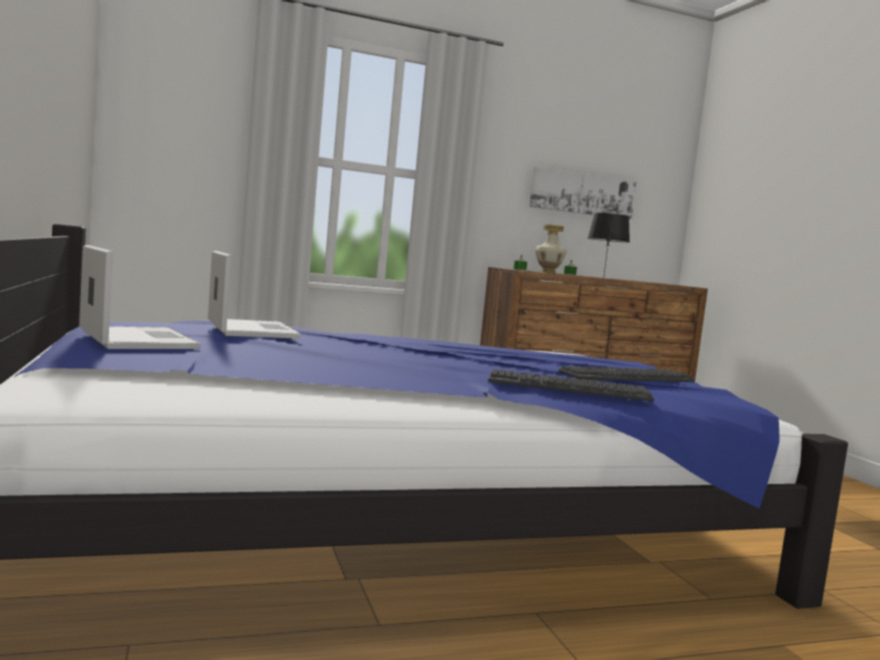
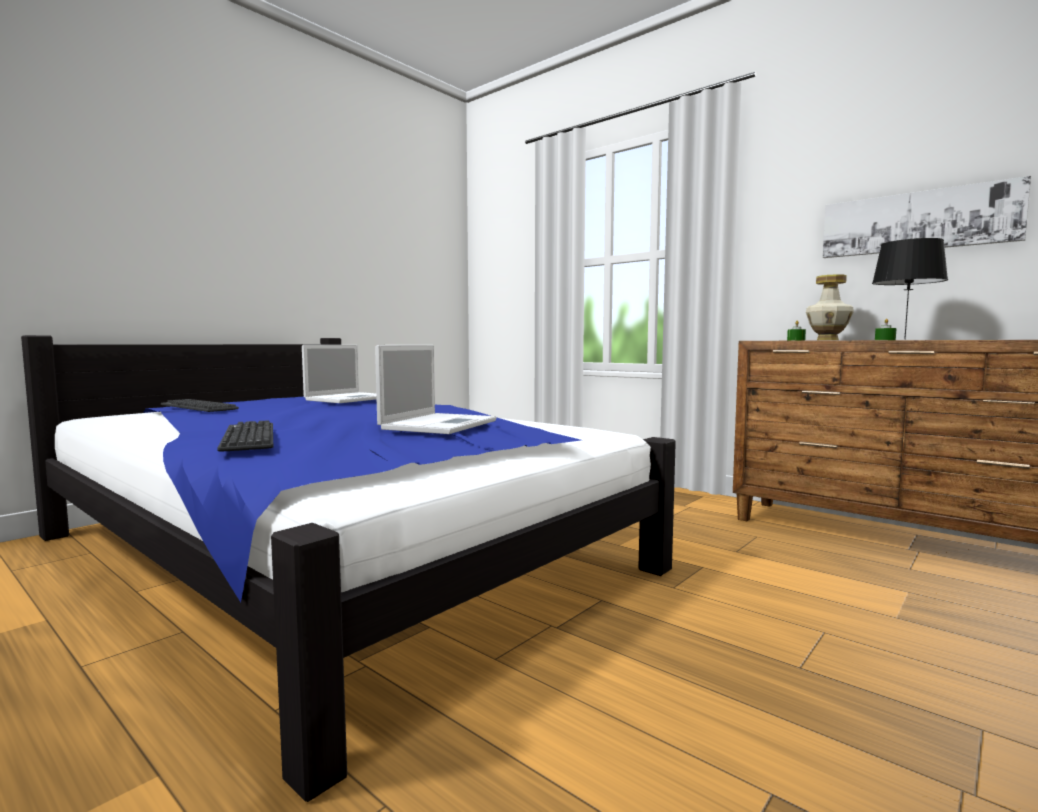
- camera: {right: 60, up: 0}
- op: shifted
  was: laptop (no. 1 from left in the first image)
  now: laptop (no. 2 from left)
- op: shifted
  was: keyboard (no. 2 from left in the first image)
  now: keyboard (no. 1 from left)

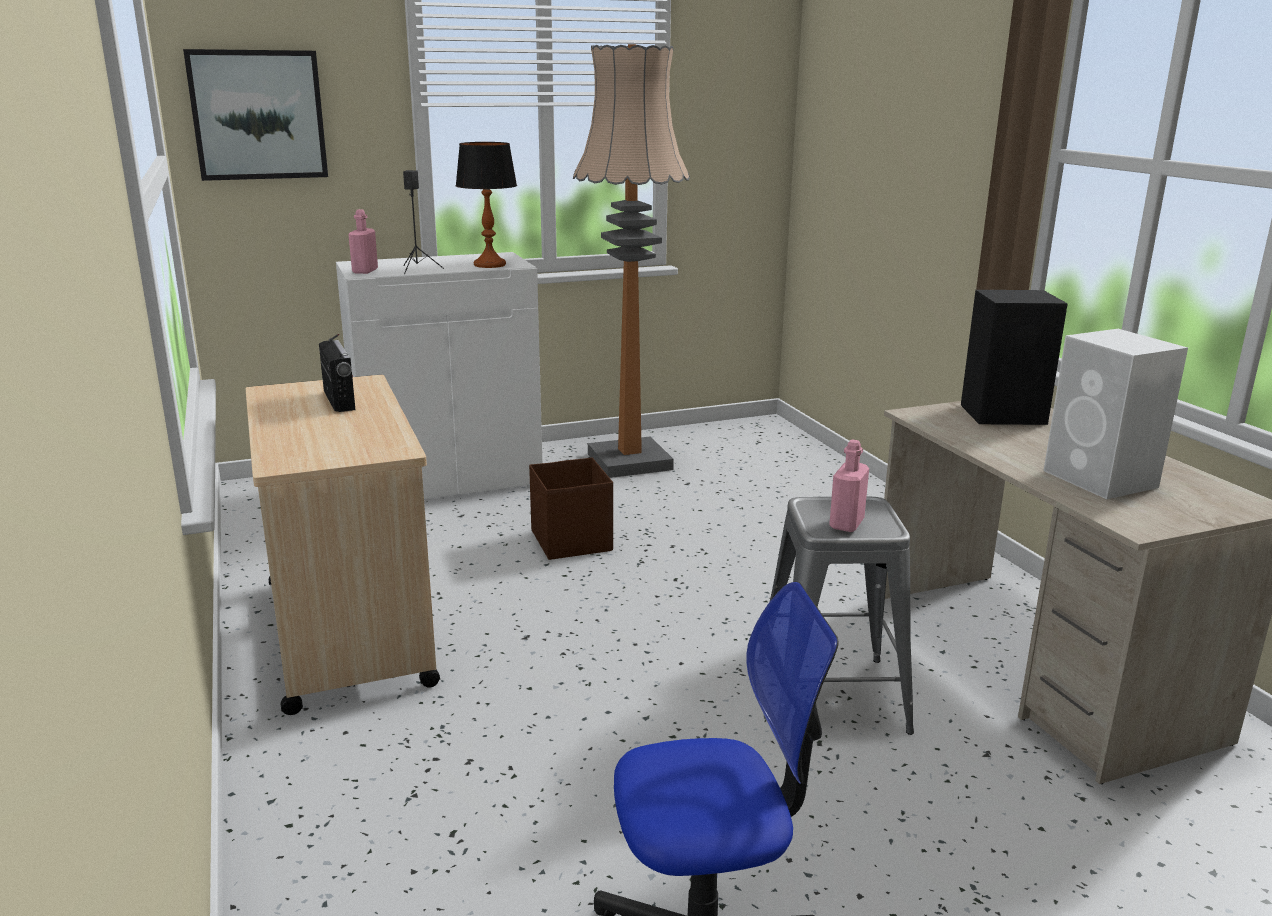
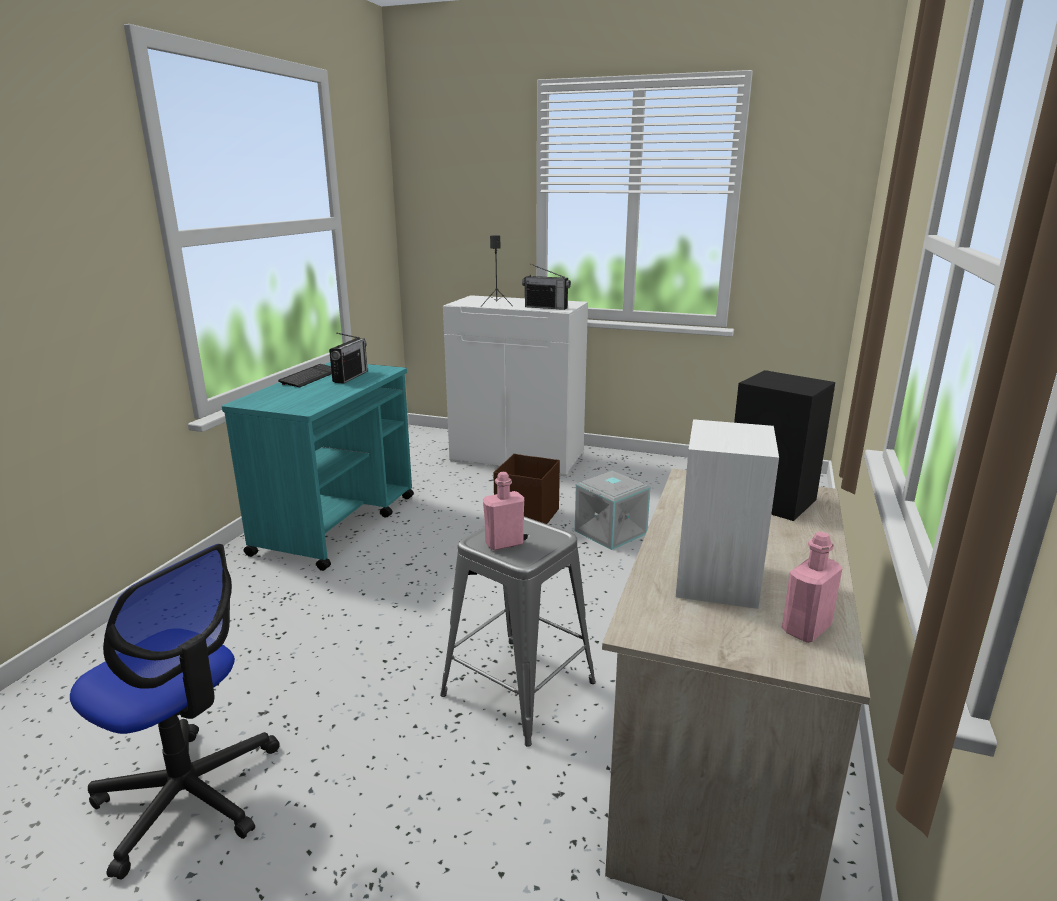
- camera: {right: 40, up: 0}
- op: gone
  was: picture
- op: repainted
  was: beige cart
  now: turquoise cart
- op: shifted
  was: pink bottle (no. 1 from left in the first image)
  now: pink bottle (no. 2 from left)
- op: swapped
  was: table lamp
  now: radio (no. 2 from left)
- op: gone
  was: floor lamp
- op: new
  now: keyboard
- op: new
  now: grey storage box

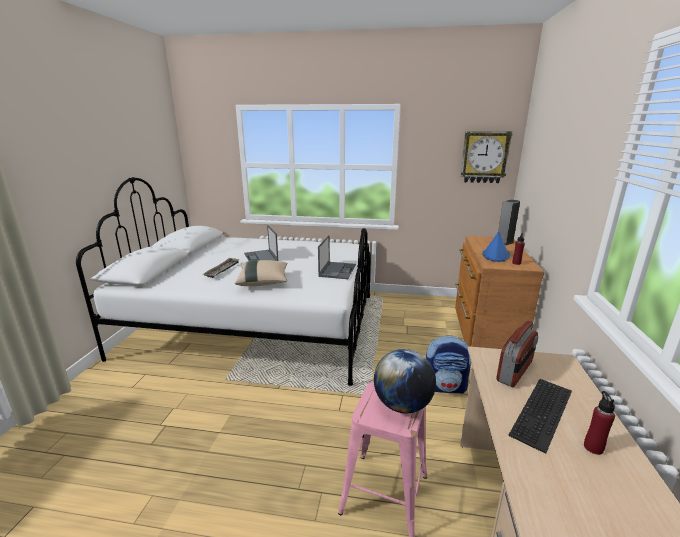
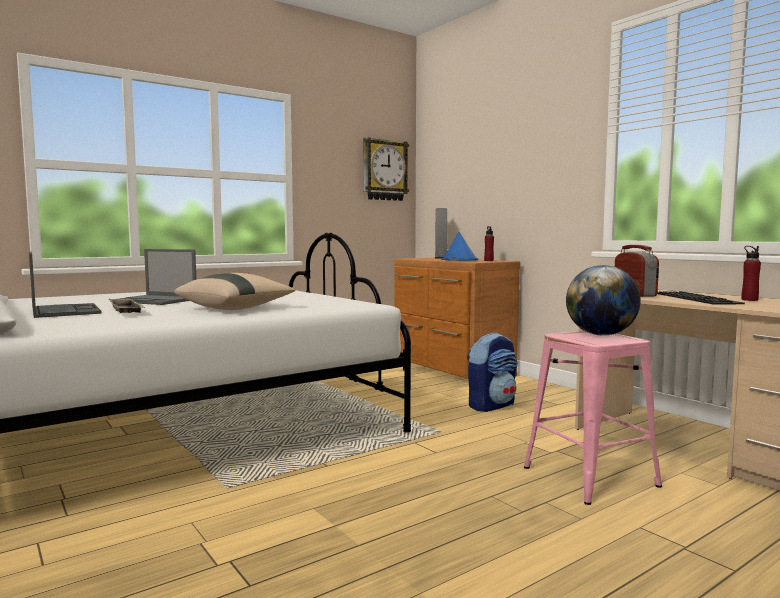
- camera: {right: -45, up: -15}
- op: shifted
  was: laptop (no. 2 from left in the first image)
  now: laptop (no. 1 from left)

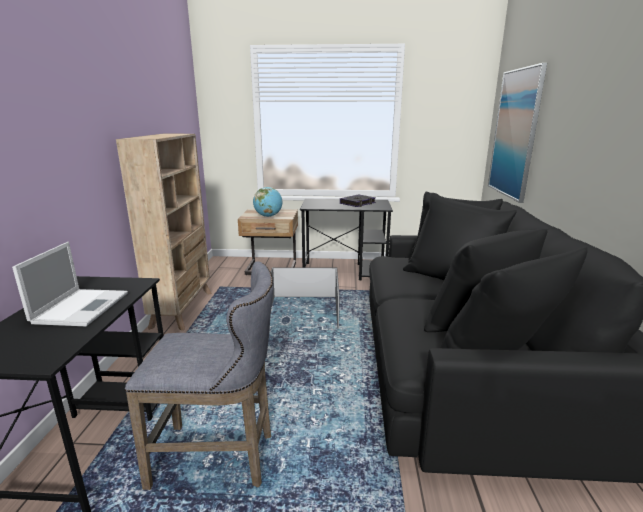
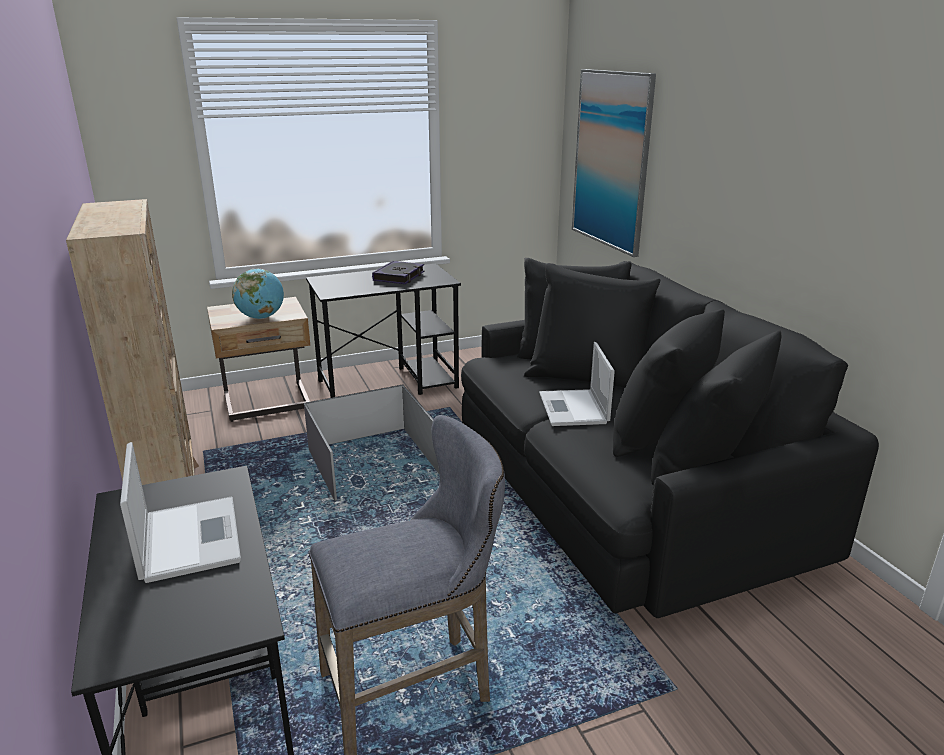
- camera: {right: -25, up: 5}
- op: new
  now: laptop (no. 2 from left)

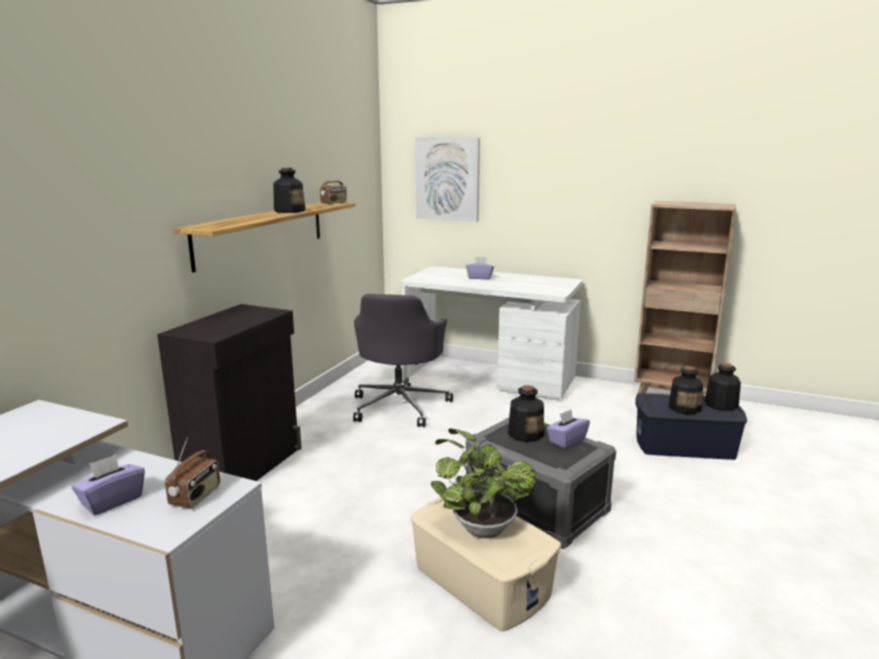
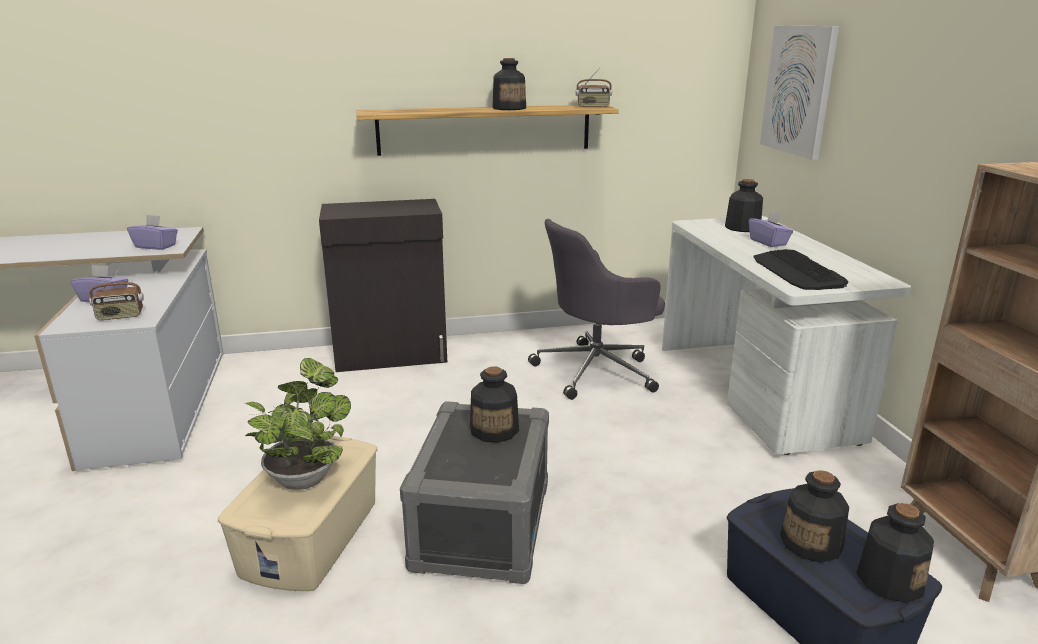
- camera: {right: 55, up: 5}
- op: shifted
  was: purple tissue box (no. 3 from left in the first image)
  now: purple tissue box (no. 2 from left)
- op: new
  now: bottle (no. 3 from left)
- op: new
  now: keyboard

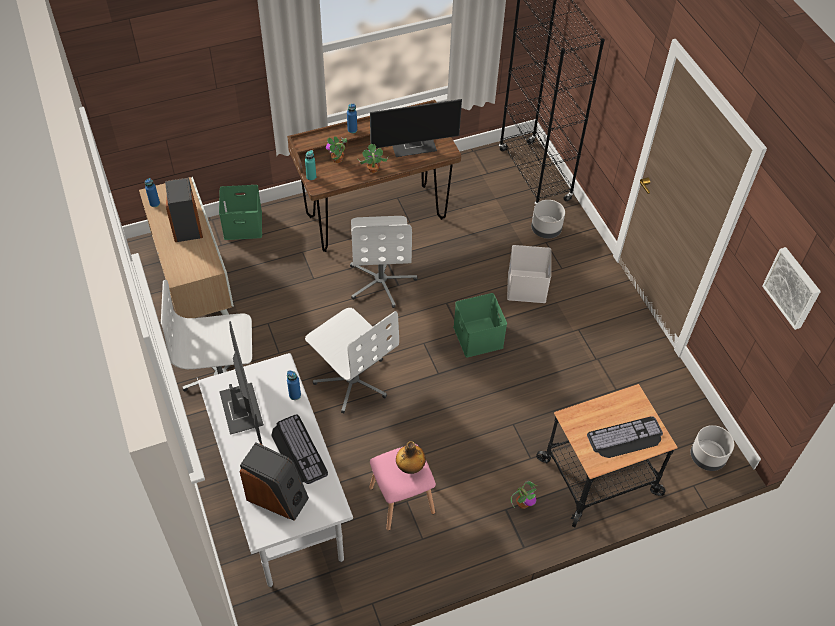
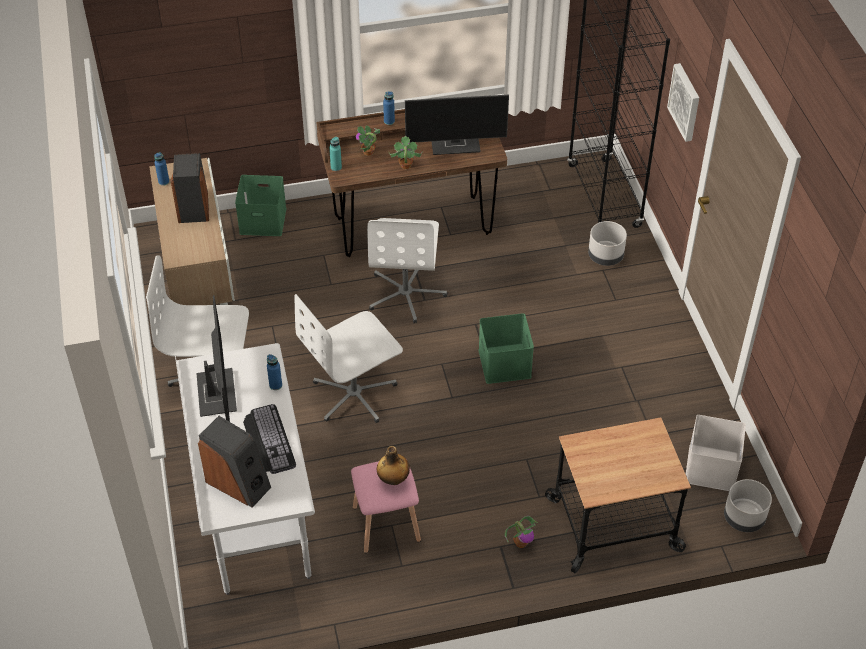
- camera: {right: 10, up: -5}
- op: rotated
  was: white office chair (no. 2 from left)
  clockwise: 90
- op: shifted
  was: white storage box
- op: gone
  was: keyboard (no. 2 from left)
- op: shifted
  was: picture

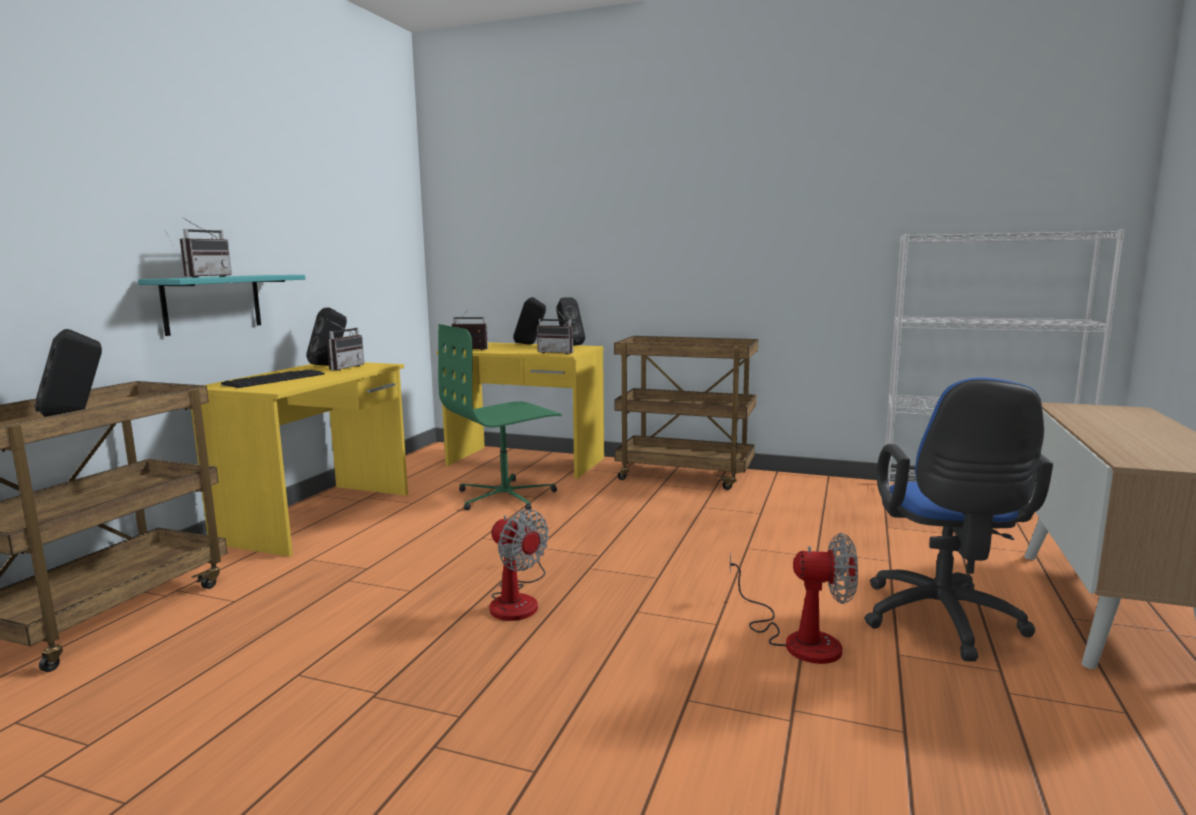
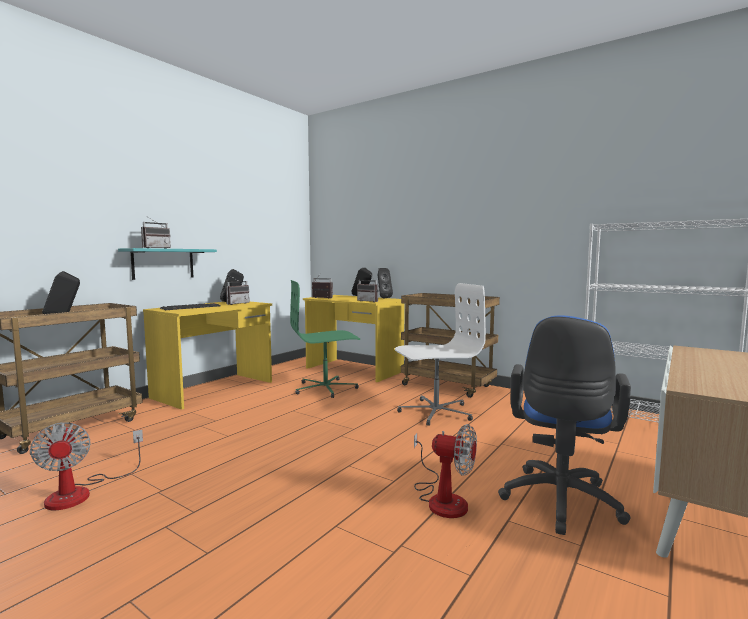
- camera: {right: 15, up: -5}
- op: shifted
  was: fan (no. 1 from left)
- op: new
  now: white office chair

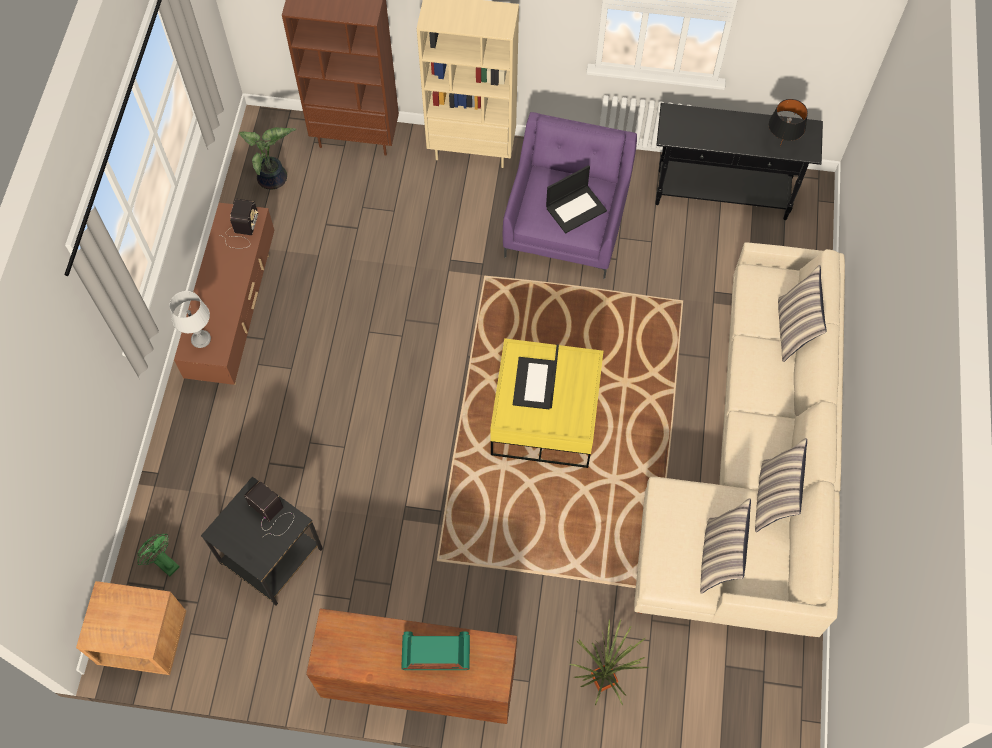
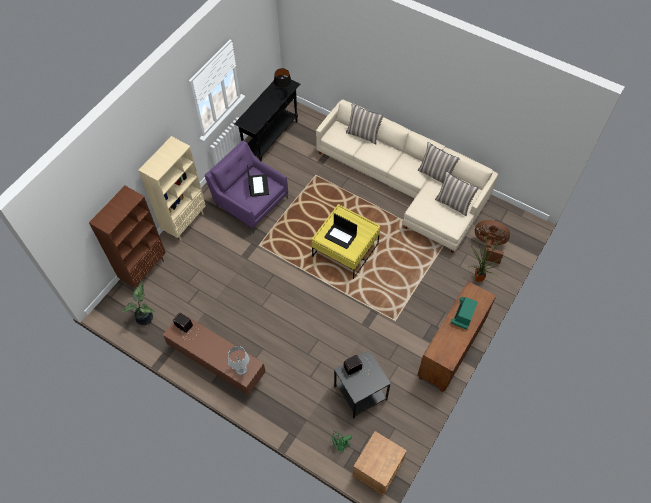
- camera: {right: -65, up: -5}
- op: new
  now: brown fan

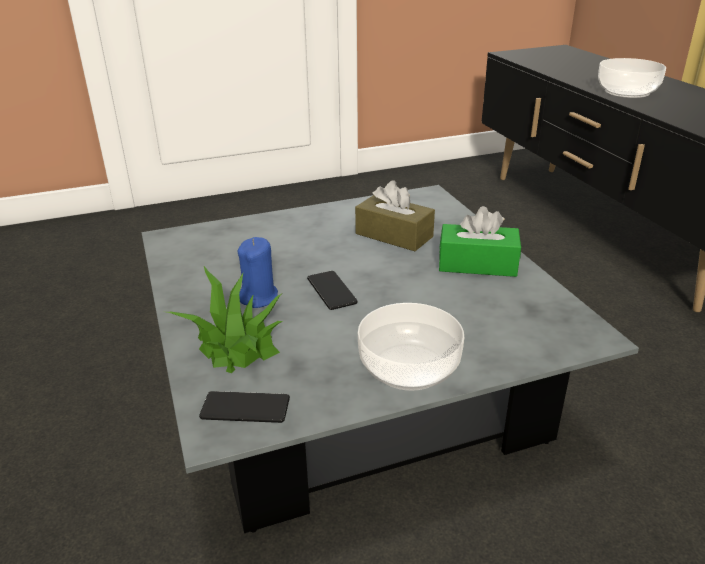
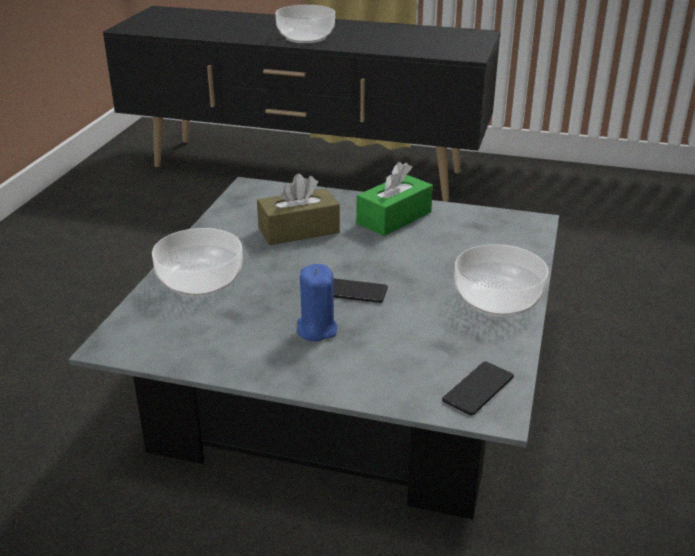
- camera: {right: -55, up: 0}
- op: gone
  was: potted plant
- op: new
  now: bowl (no. 1 from left)

